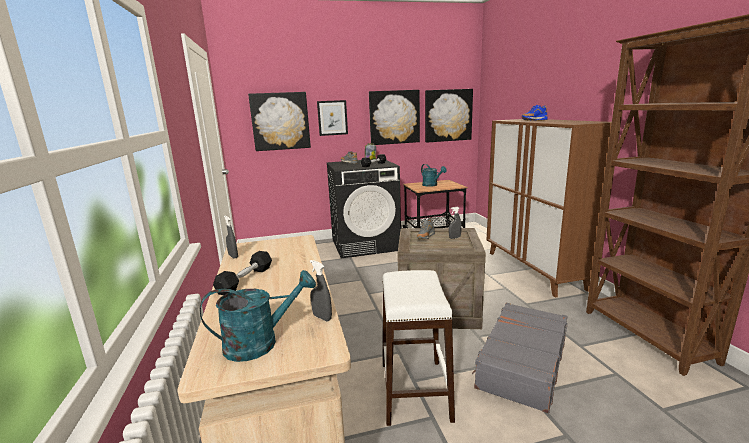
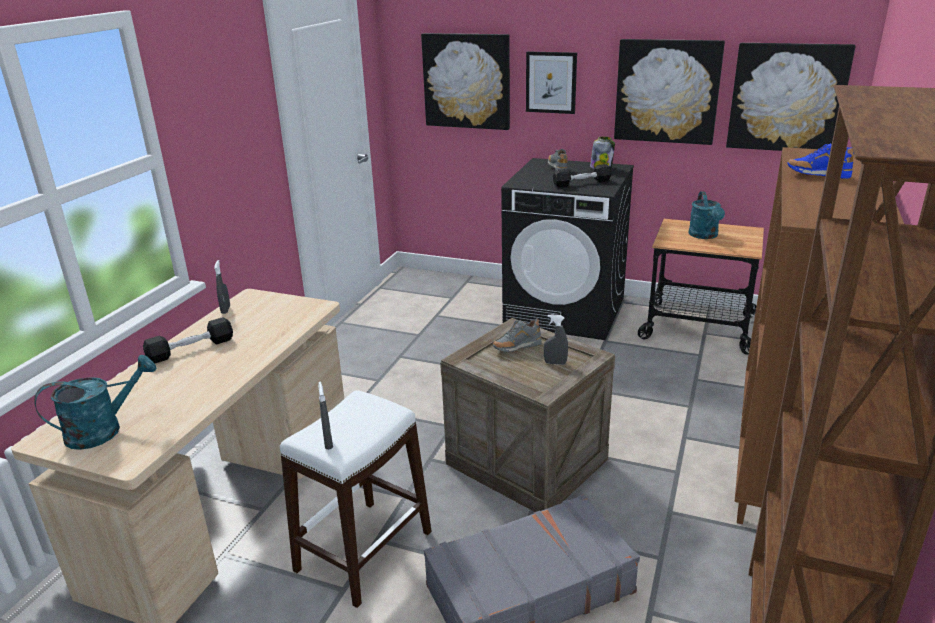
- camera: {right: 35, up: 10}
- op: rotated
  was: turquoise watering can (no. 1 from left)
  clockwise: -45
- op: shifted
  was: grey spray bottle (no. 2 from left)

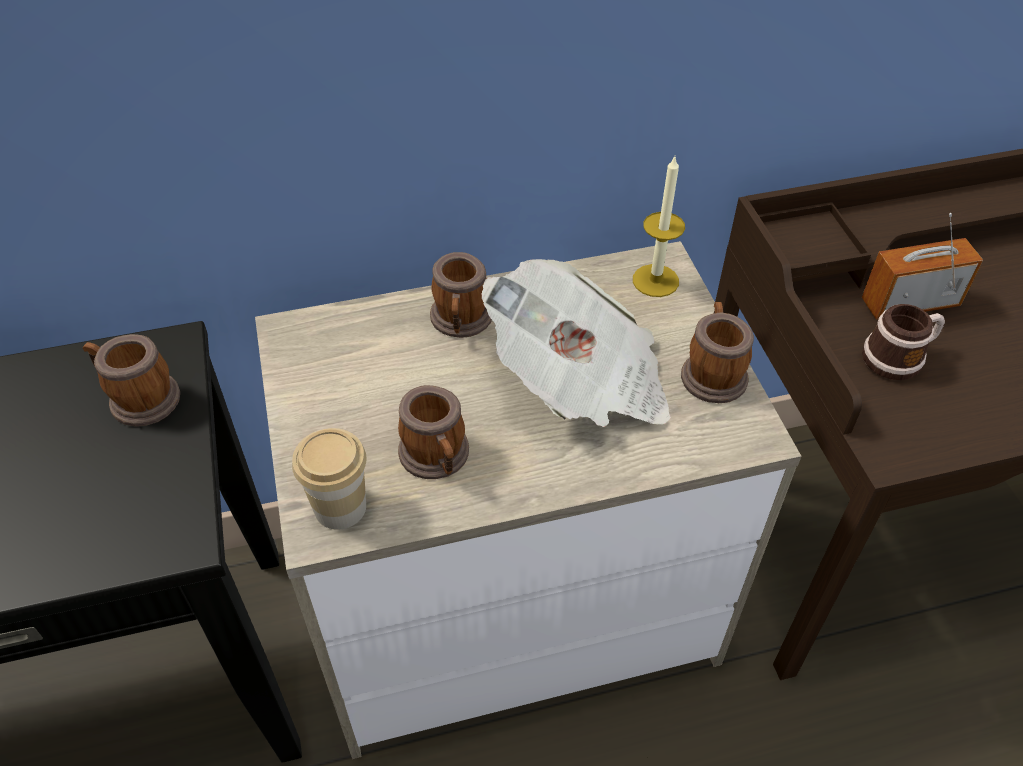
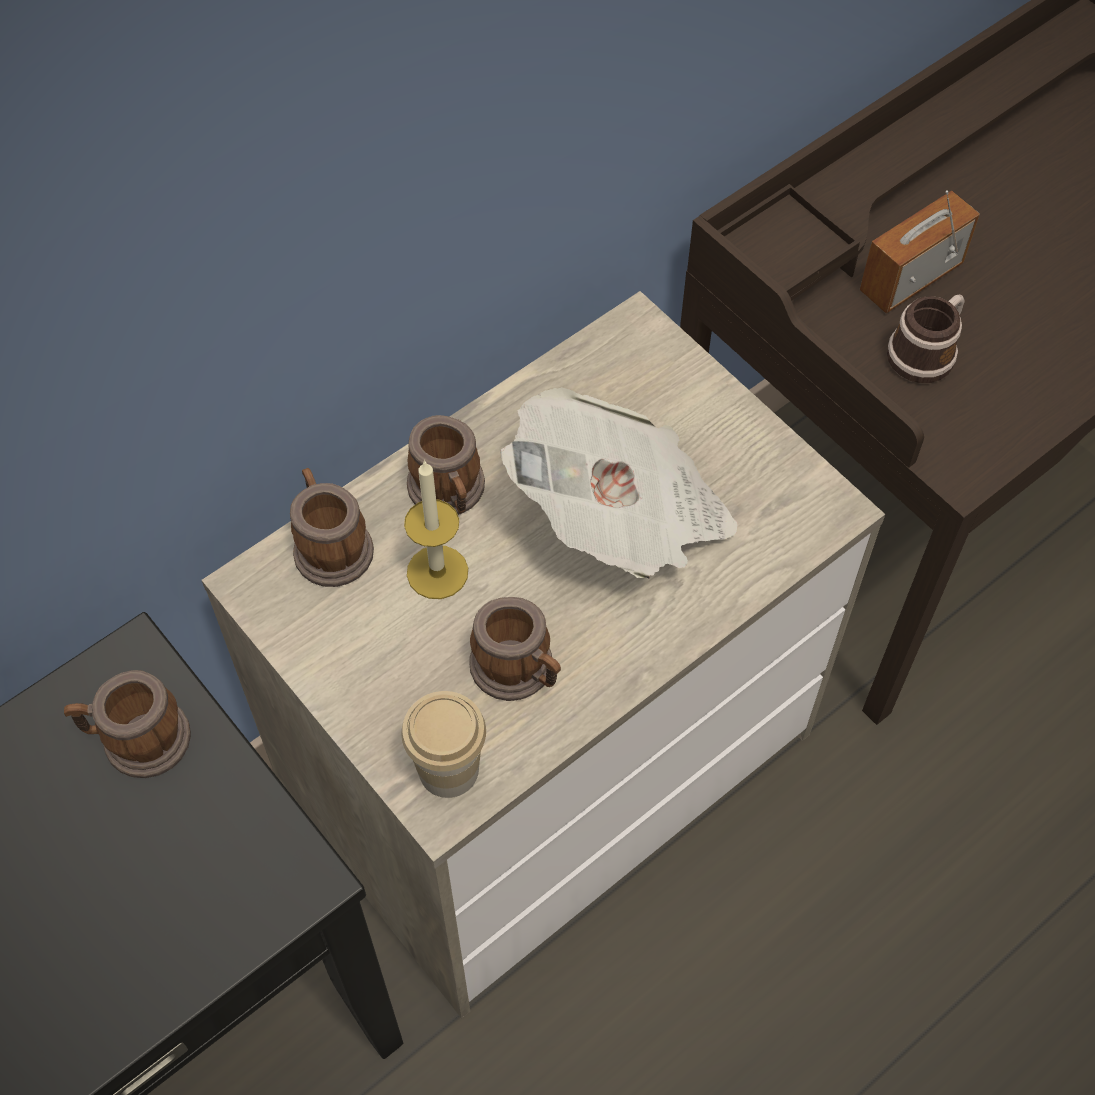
- camera: {right: -25, up: 10}
- op: shifted
  was: candle
- op: shifted
  was: mug (no. 4 from left in the first image)
  now: mug (no. 2 from left)

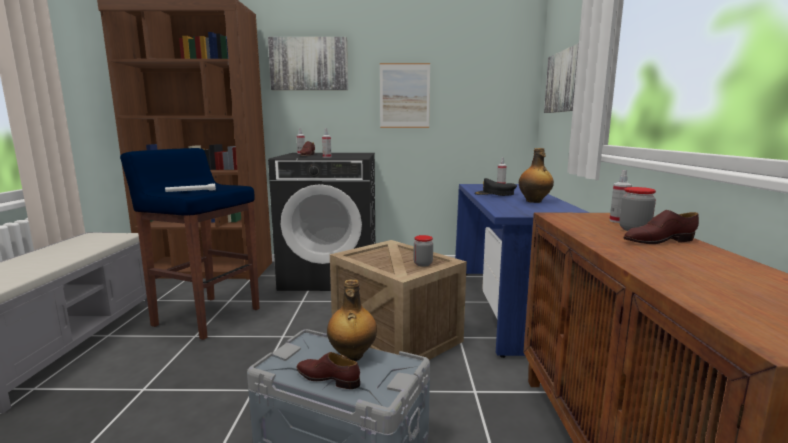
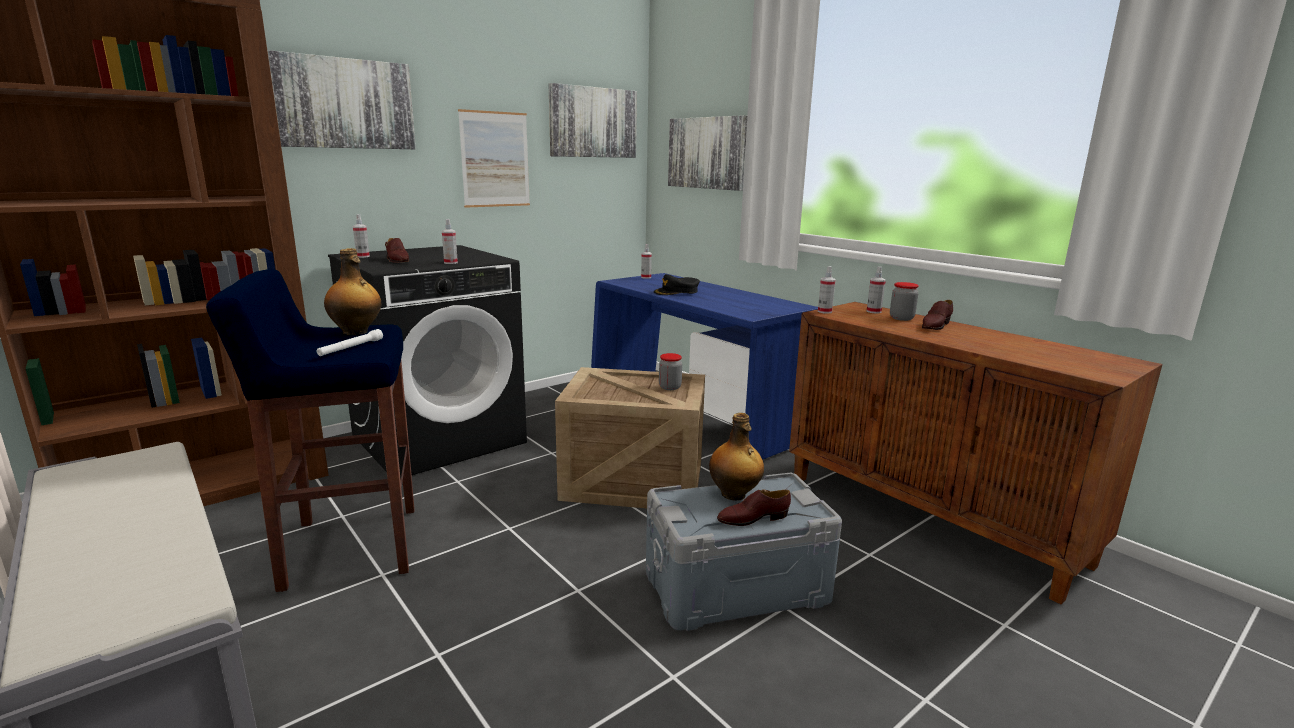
- camera: {right: -40, up: 5}
- op: shifted
  was: bottle (no. 2 from left in the first image)
  now: bottle (no. 1 from left)
- op: new
  now: picture (no. 3 from left)
- op: new
  now: spray bottle (no. 4 from left)

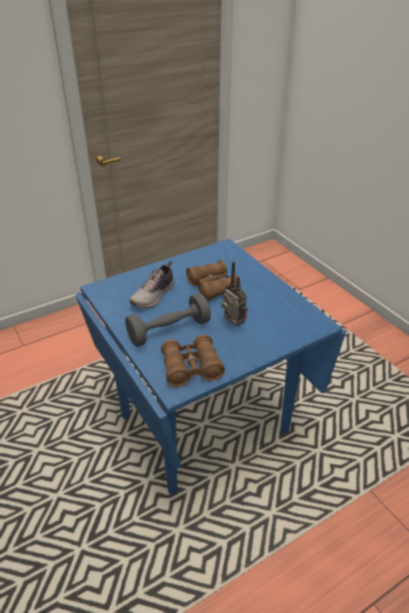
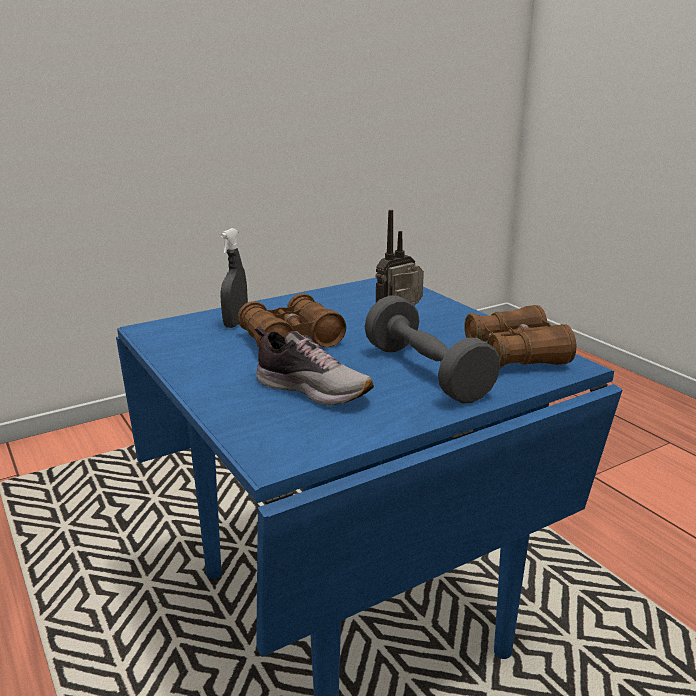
- camera: {right: -90, up: -15}
- op: new
  now: grey spray bottle

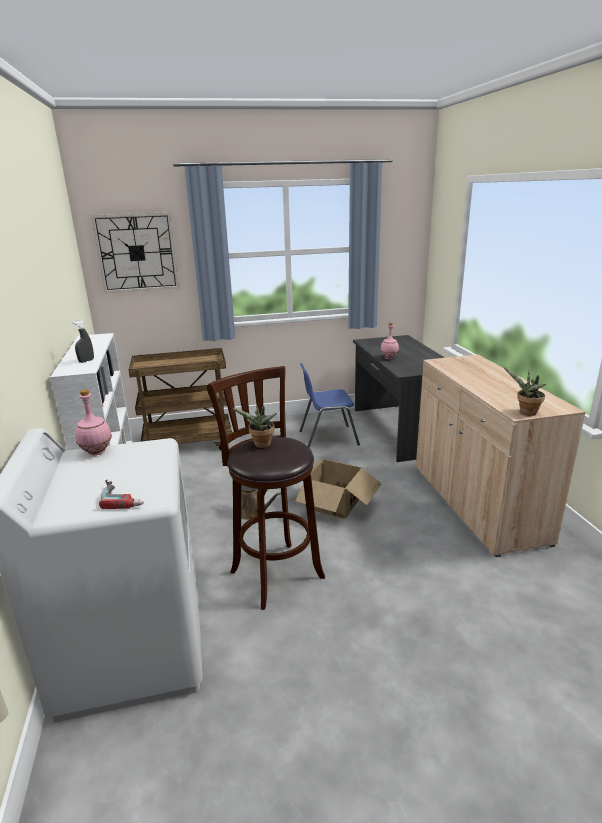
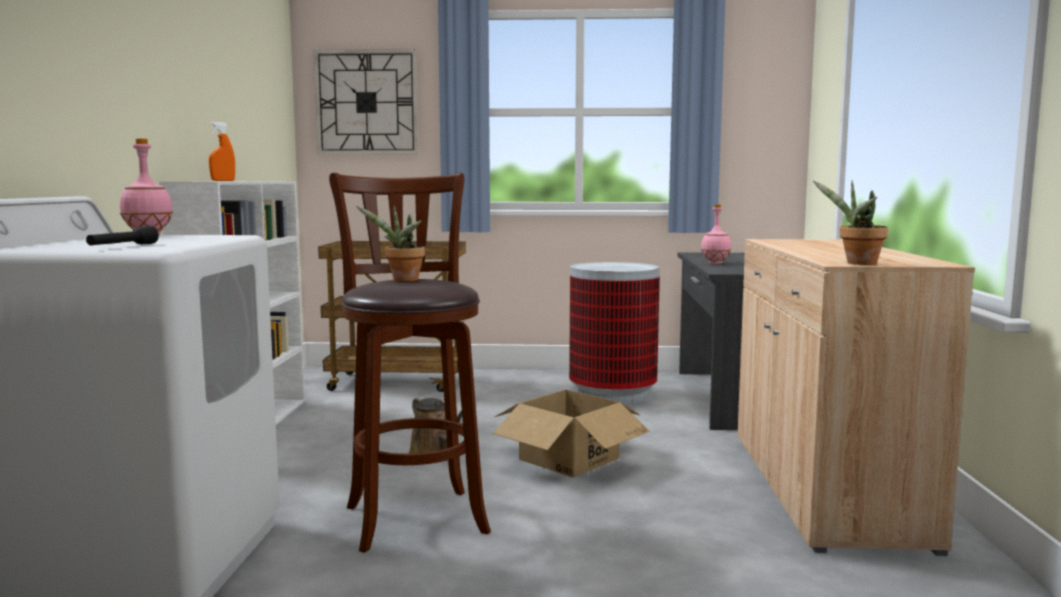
- camera: {right: 15, up: -15}
- op: repainted
  was: grey spray bottle
  now: orange spray bottle
- op: swapped
  was: power drill
  now: black flashlight
- op: swapped
  was: blue chair
  now: trash can

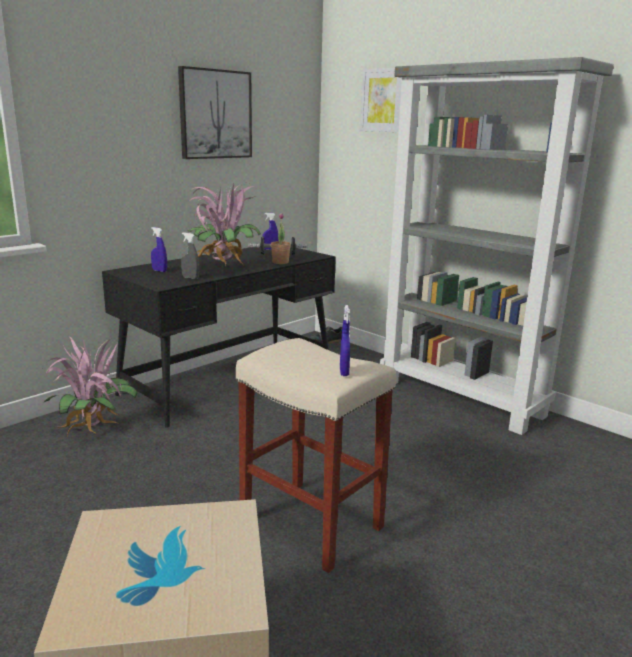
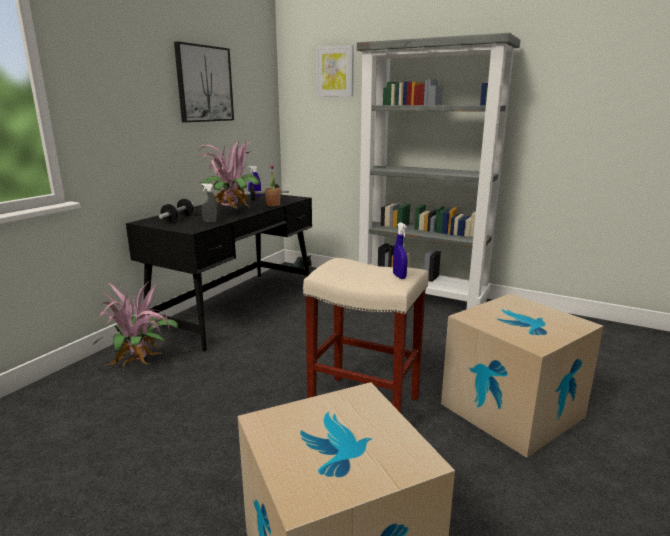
- camera: {right: -15, up: 0}
- op: swapped
  was: blue spray bottle (no. 1 from left)
  now: dumbbell (no. 1 from left)
- op: new
  now: cardboard box (no. 2 from left)

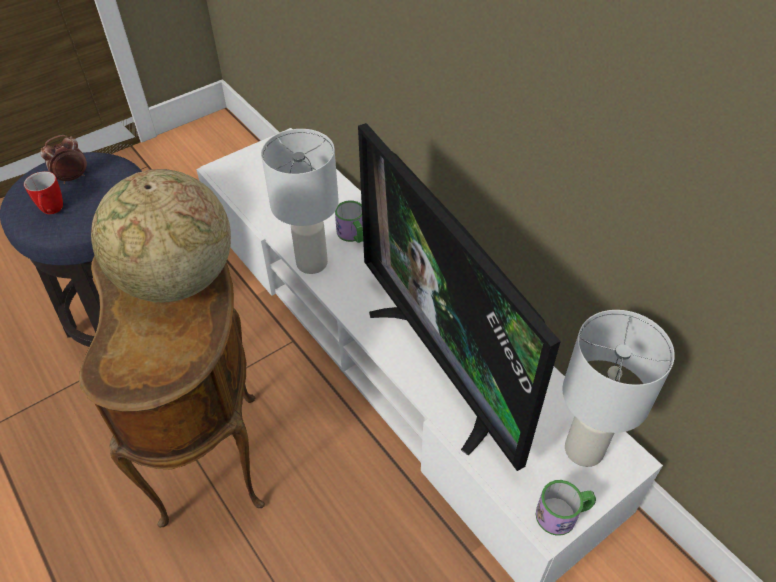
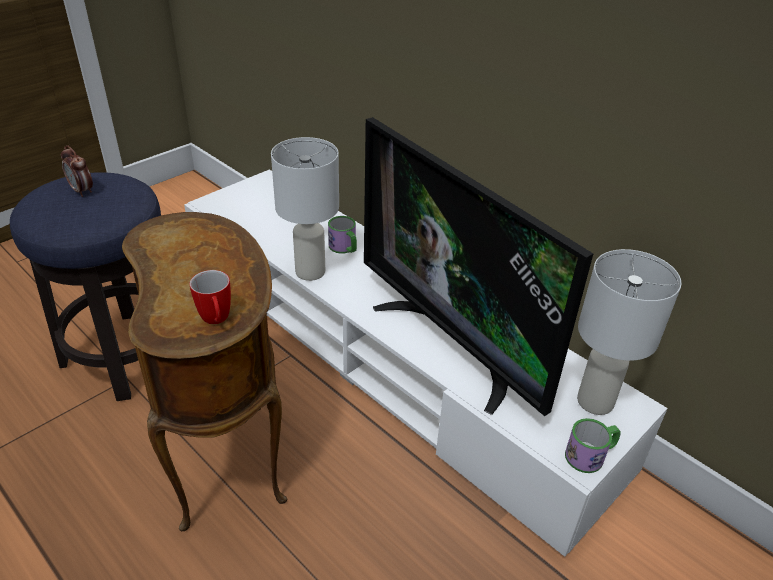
- camera: {right: -10, up: -10}
- op: shifted
  was: mug (no. 1 from left)
- op: rotated
  was: alarm clock
  clockwise: -90
- op: gone
  was: globe

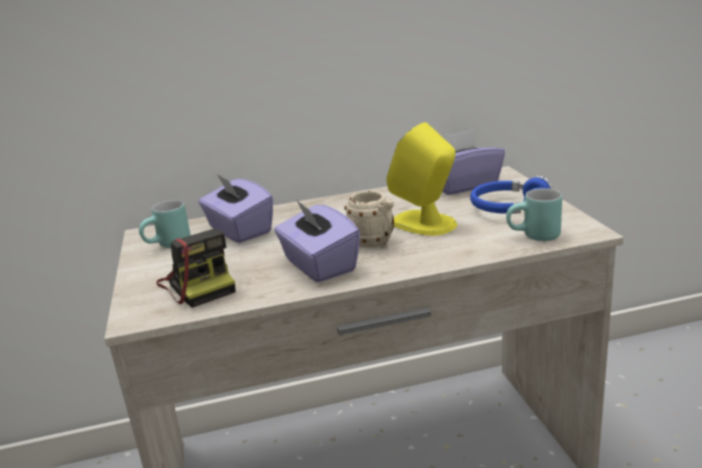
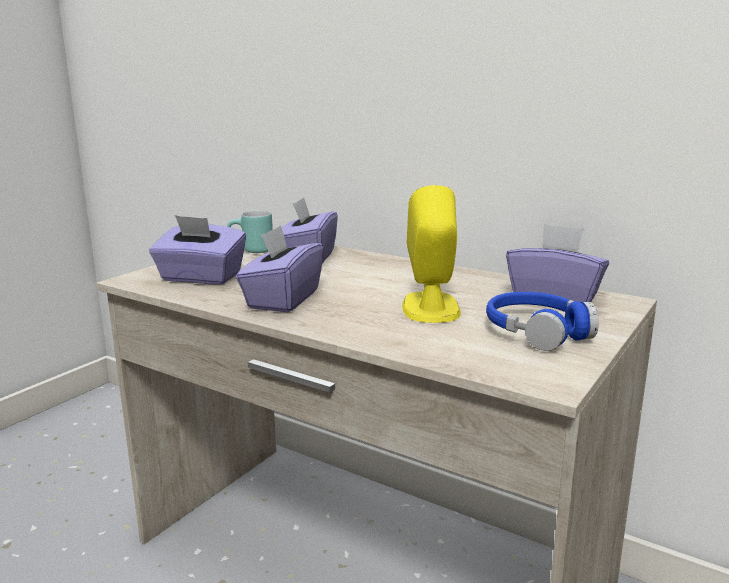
- camera: {right: 45, up: -5}
- op: swapped
  was: photo camera
  now: purple tissue box (no. 1 from left)
- op: gone
  was: beige mug
- op: gone
  was: turquoise mug (no. 2 from left)

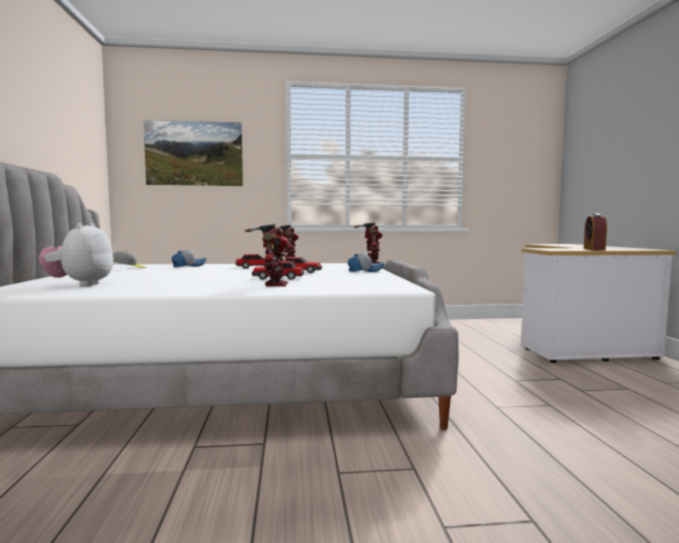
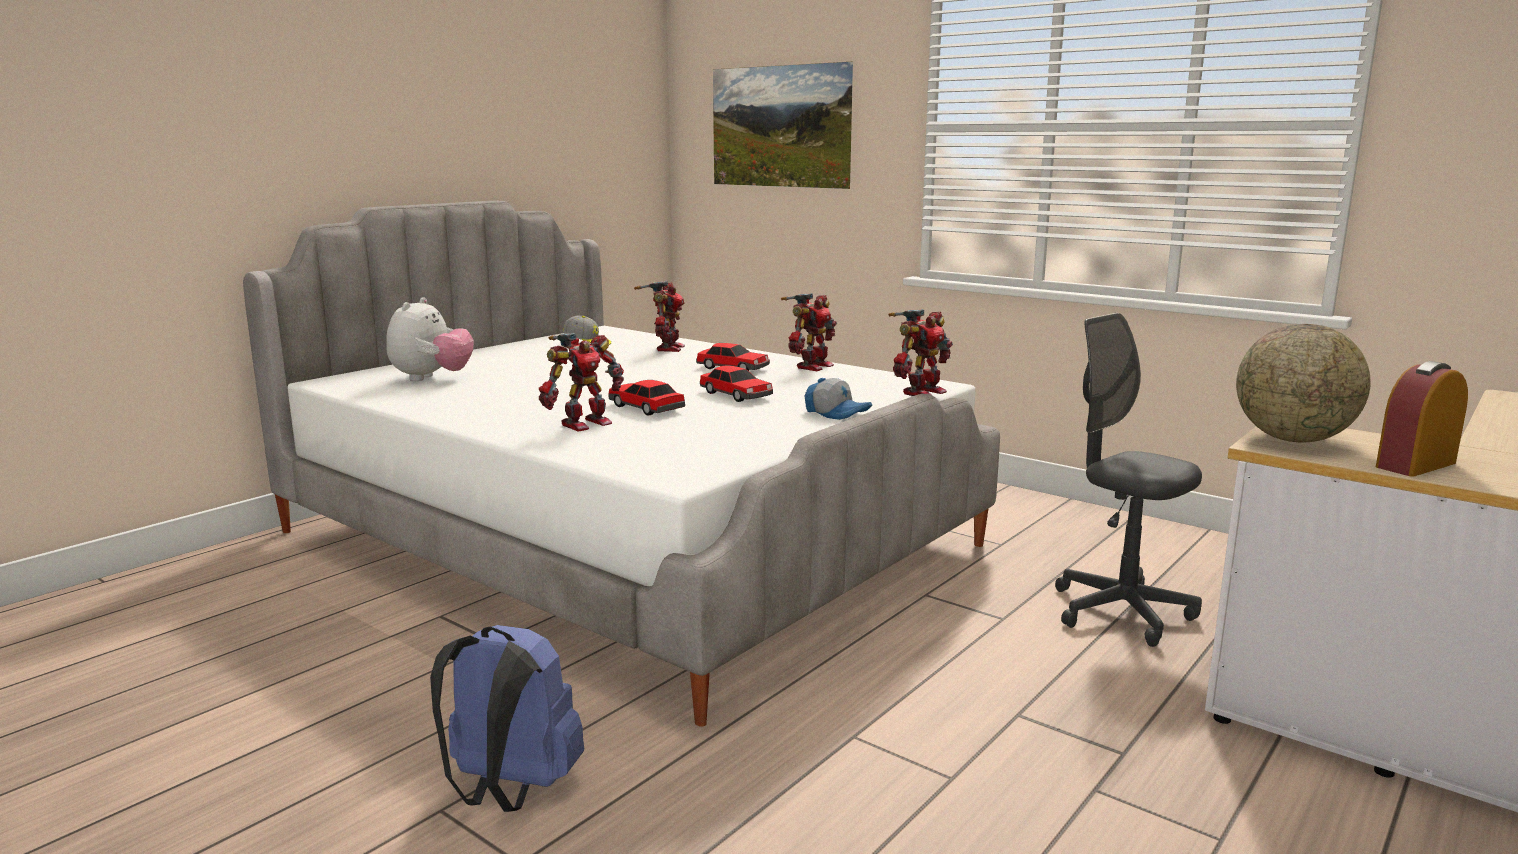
- camera: {right: 45, up: 10}
- op: rotated
  was: plush toy
  clockwise: 150
- op: swapped
  was: cap (no. 2 from left)
  now: toy robot (no. 2 from left)
- op: new
  now: blue backpack
- op: new
  now: grey office chair
- op: new
  now: globe

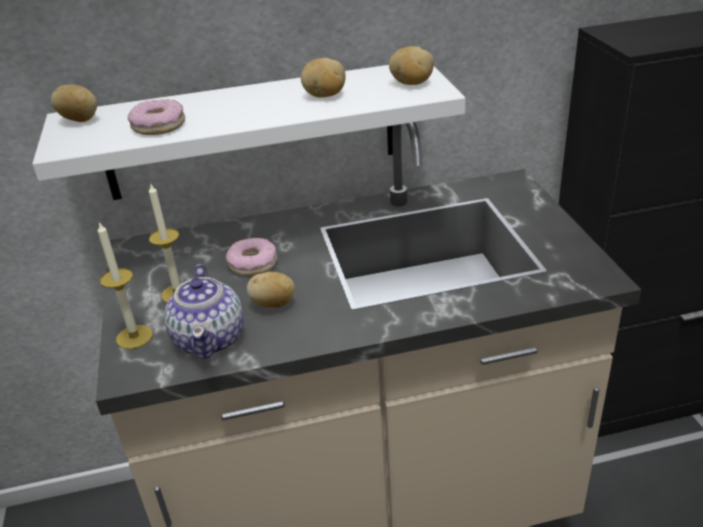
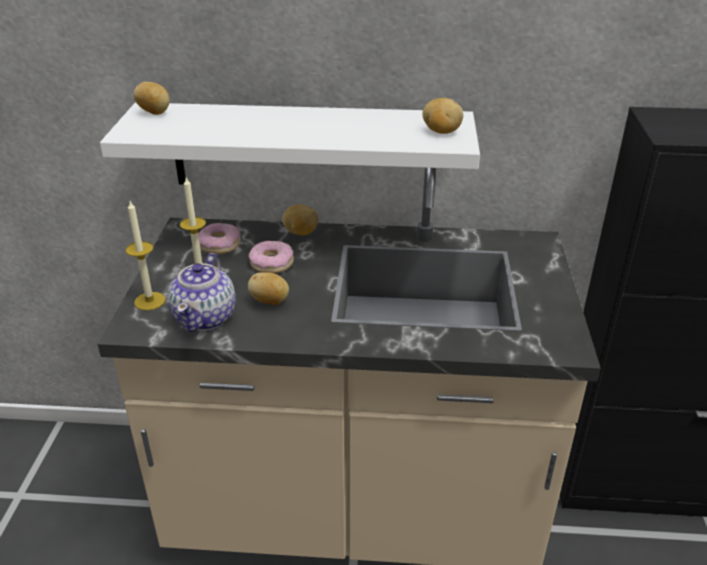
- camera: {right: 15, up: 0}
- op: shifted
  was: donut (no. 1 from left)
- op: shifted
  was: potato (no. 3 from left)

